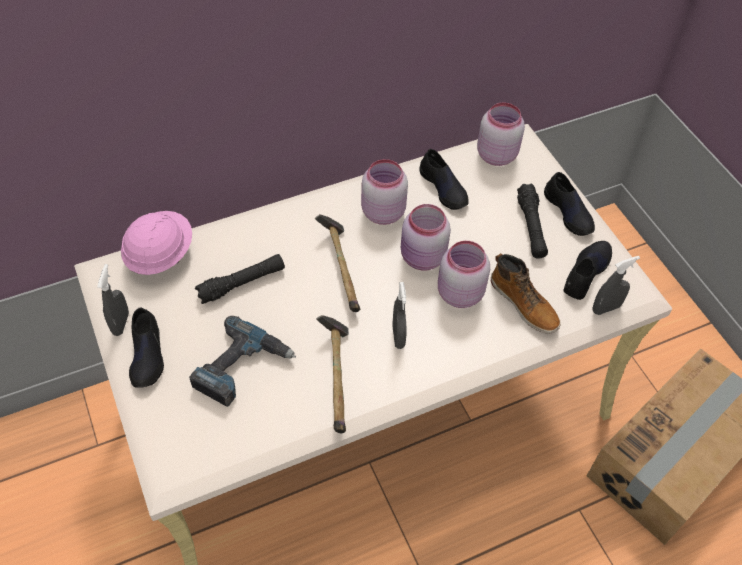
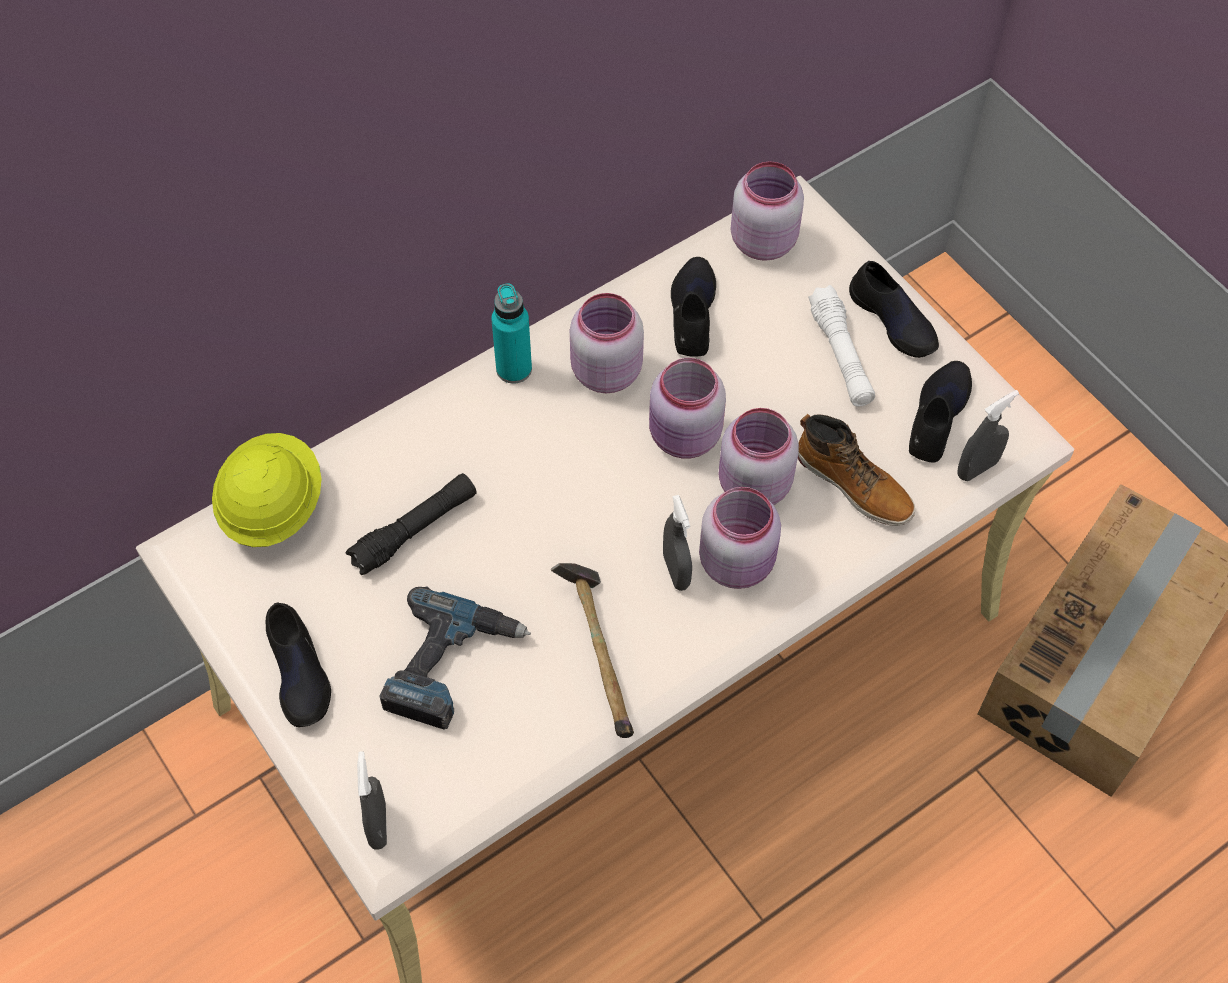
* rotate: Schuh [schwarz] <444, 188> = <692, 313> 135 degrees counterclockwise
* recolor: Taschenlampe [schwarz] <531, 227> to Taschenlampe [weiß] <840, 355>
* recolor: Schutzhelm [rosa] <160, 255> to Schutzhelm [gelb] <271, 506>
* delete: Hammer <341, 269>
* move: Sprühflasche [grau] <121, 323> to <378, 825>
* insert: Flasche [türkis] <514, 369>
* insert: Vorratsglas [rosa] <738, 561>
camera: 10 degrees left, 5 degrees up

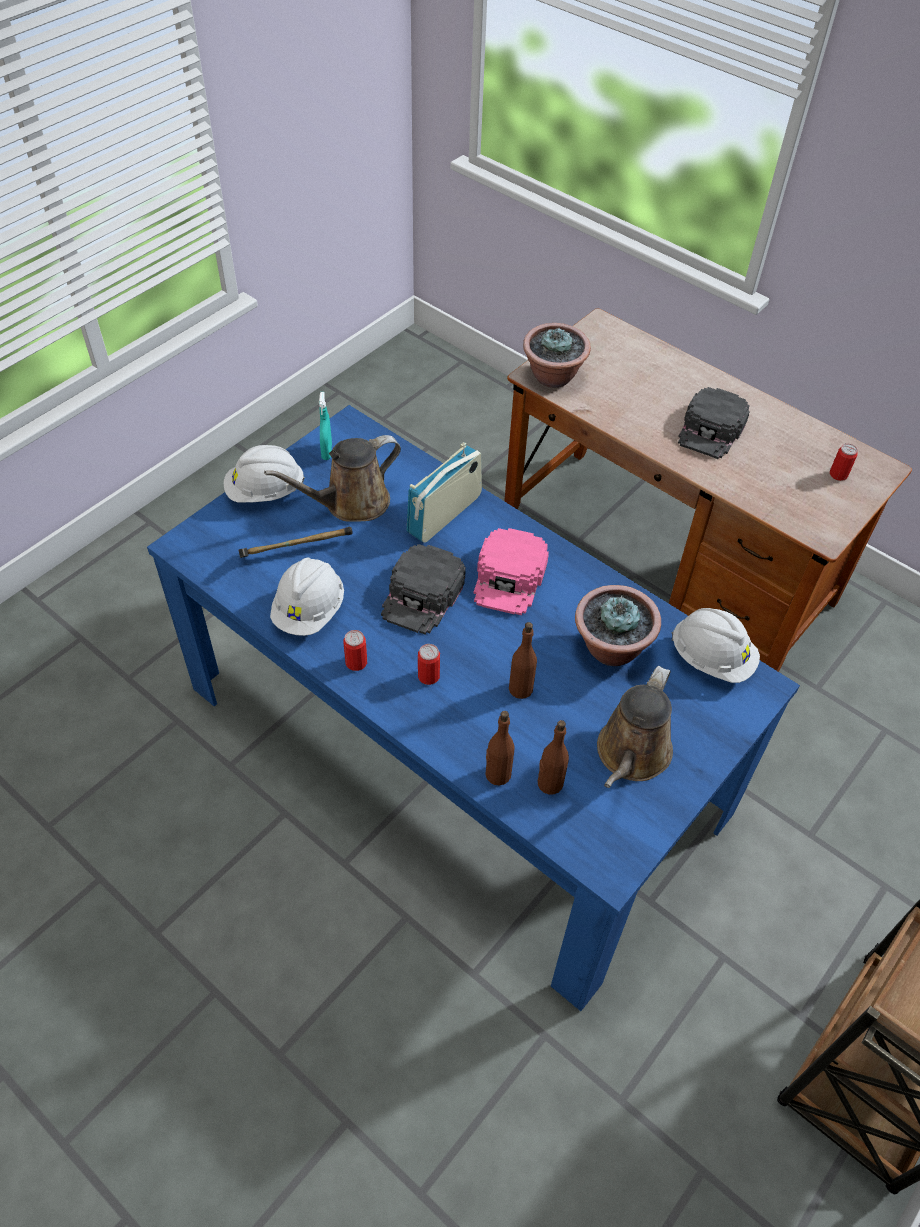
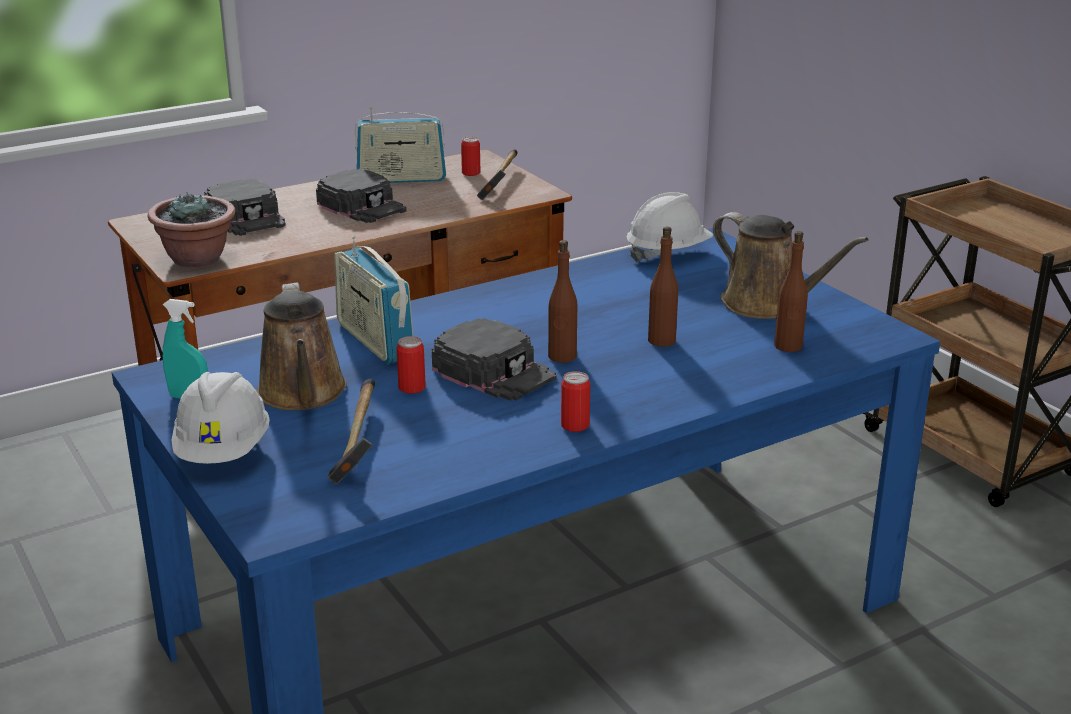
* delete: Kappe [rosa] <510, 577>
* delete: Schutzhelm [weiß] <309, 611>
* delete: Topfpflanze <610, 649>
* move: Dose <428, 676> to <412, 388>
* move: Flasche [braun] <497, 774> to <562, 357>
* insert: Radio <401, 179>
* insert: Hammer <500, 184>
* insert: Kappe [schwarz] <247, 217>
camera: 70 degrees left, 25 degrees down

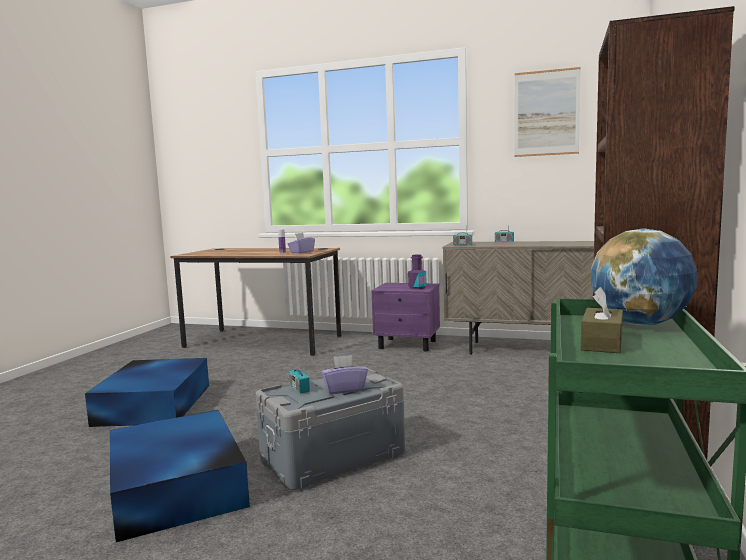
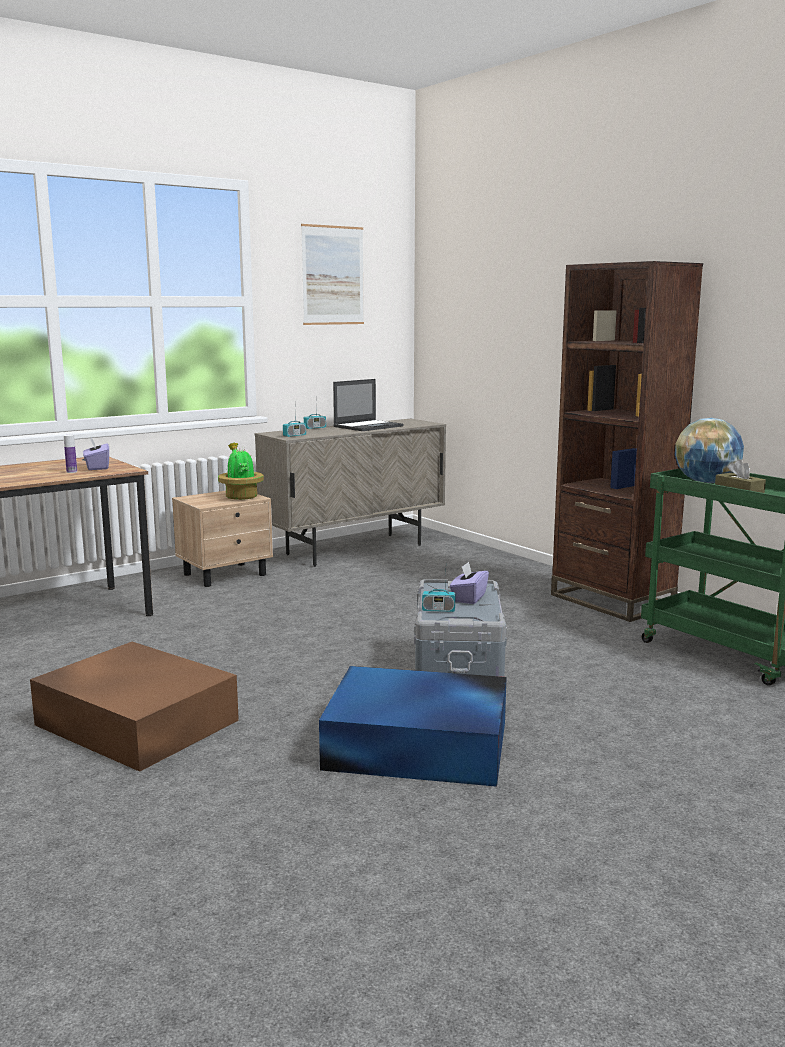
* replace: Flasche [lila] <417, 287> to Topfpflanze <241, 497>
* recolor: Nachttisch [lila] <408, 345> to Nachttisch [beige] <226, 574>
* recolor: Aufbewahrungsbox [blau] <155, 403> to Aufbewahrungsbox [braun] <136, 721>
* insert: Laptop <368, 426>
camera: 55 degrees left, 5 degrees up

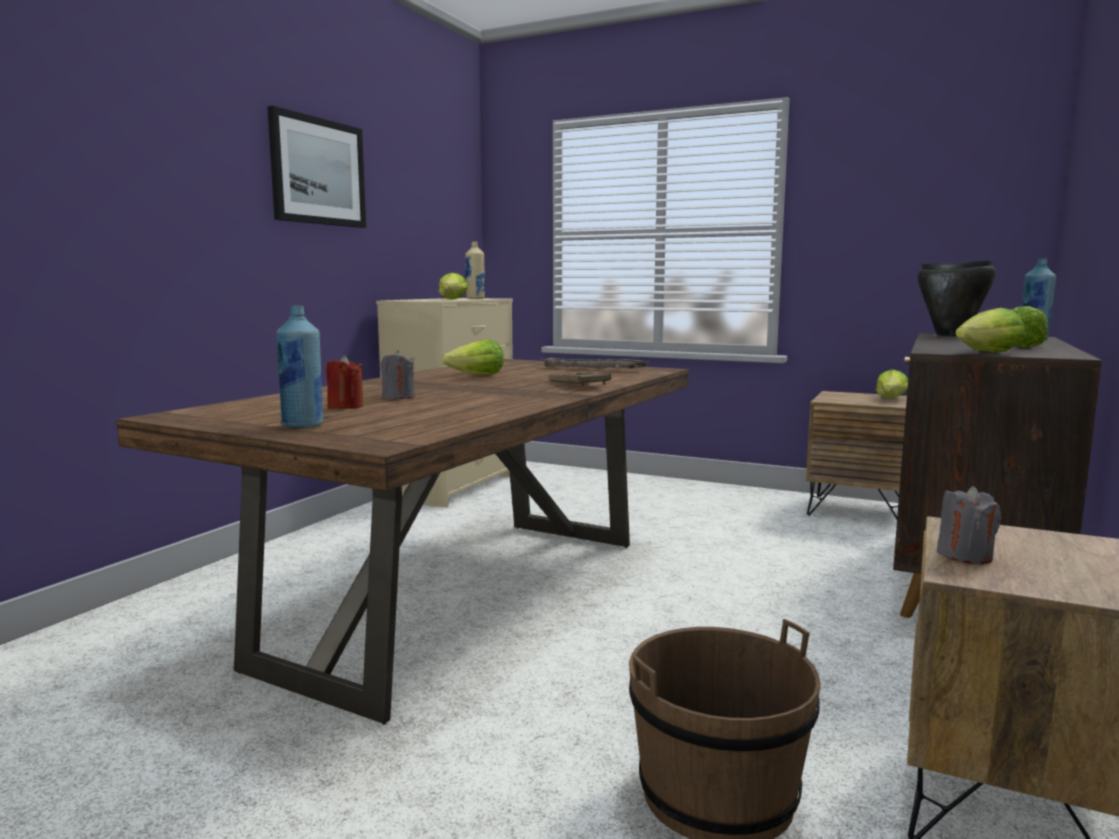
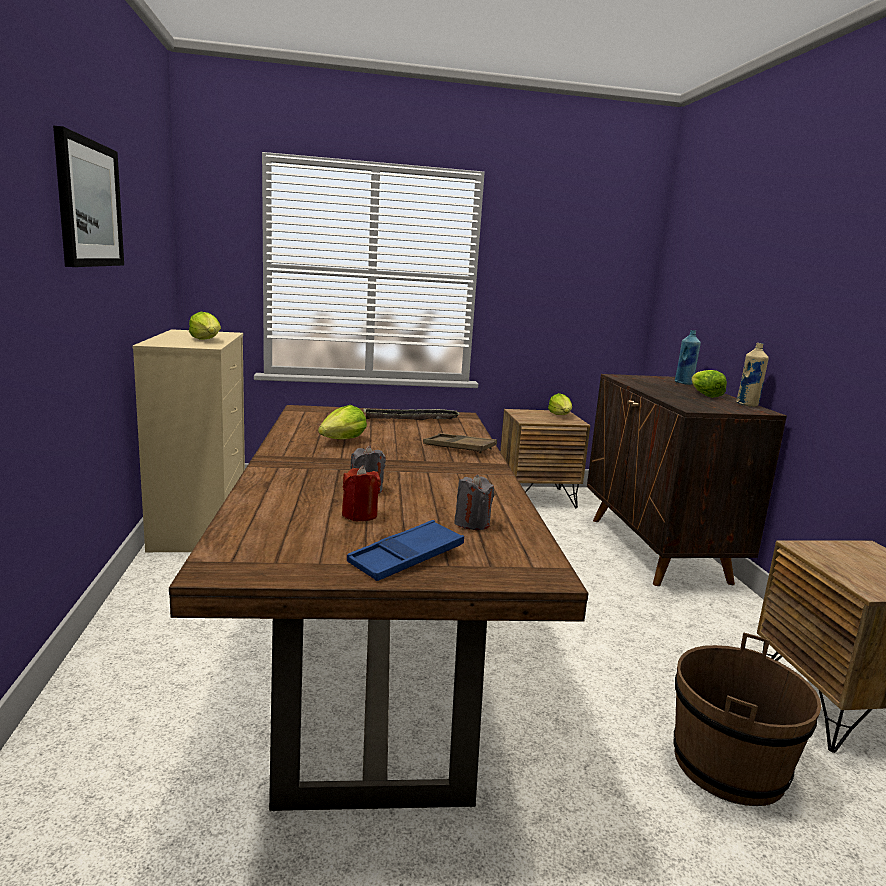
* move: Flasche [beige] <475, 298> to <747, 405>
* delete: Kochtopf [schwarz] <951, 335>
* replace: Flasche [blau] <303, 425> to Tablett [blau] <406, 558>
* delete: Salatkopf <988, 353>
* move: Kerze [grau] <965, 555> to <472, 523>
camera: 35 degrees left, 5 degrees up

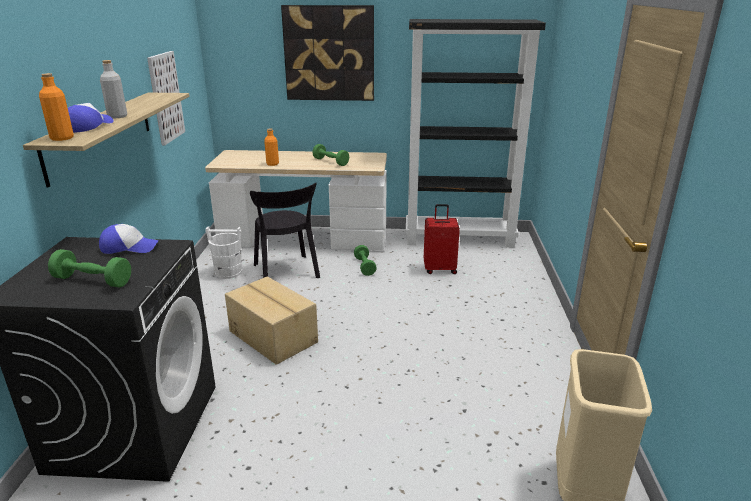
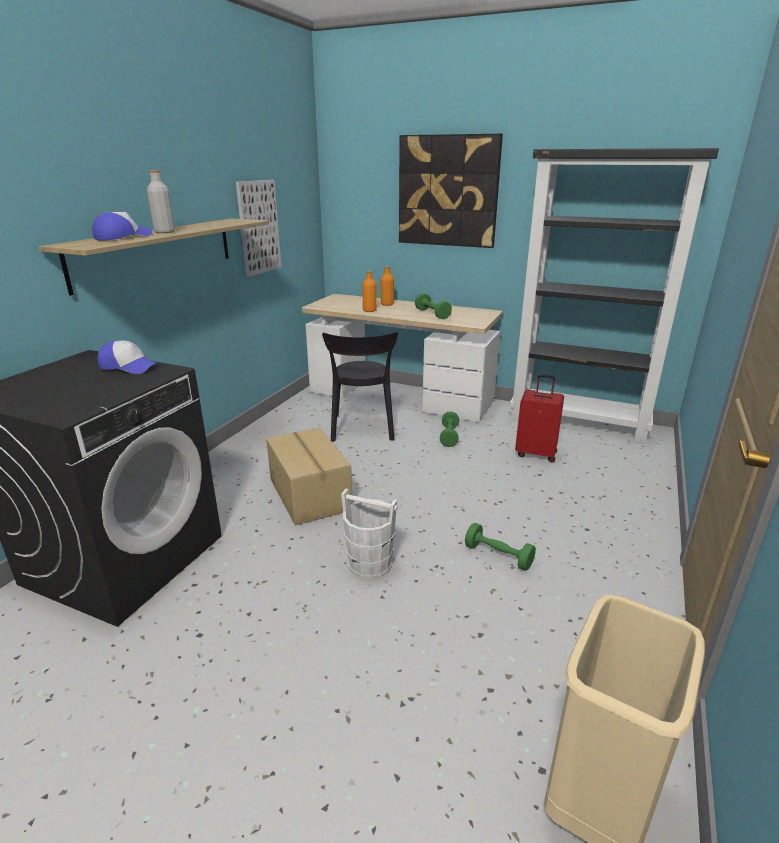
* move: Flasche [orange] <62, 138> to <387, 304>
* move: Eimer [weiß] <228, 272> to <369, 564>
* move: Hantel [grün] <93, 281> to <498, 556>
camera: 20 degrees right, 0 degrees up

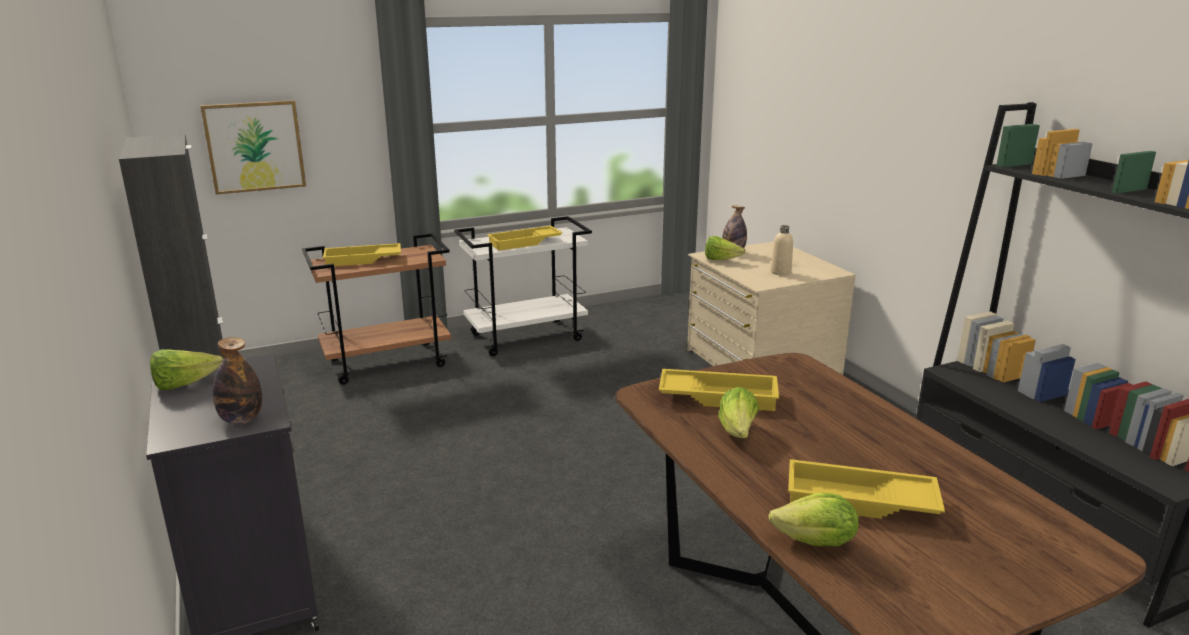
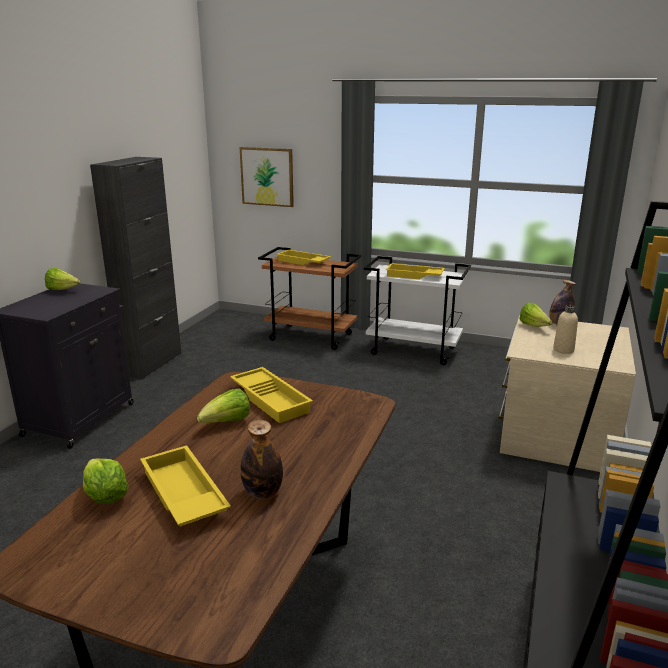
* move: Flasche <241, 419> to <263, 492>
camera: 45 degrees right, 0 degrees up

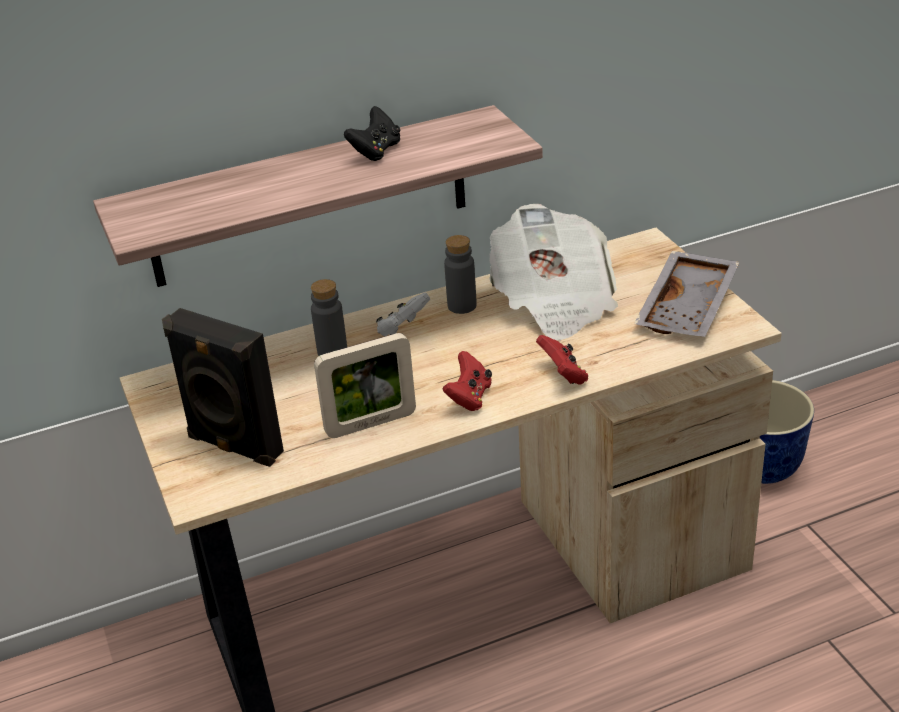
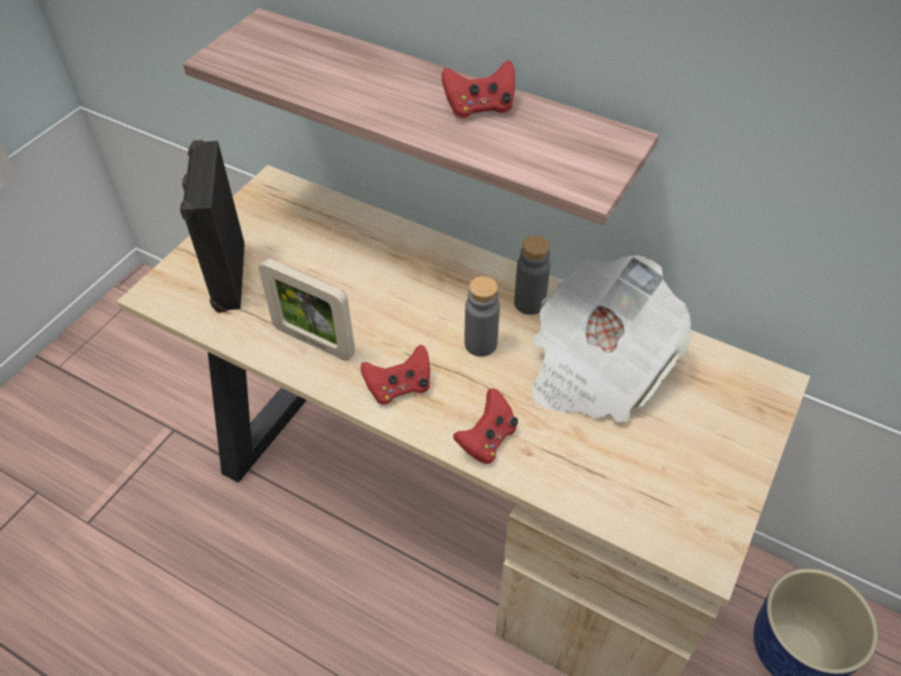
* recolor: Gamepad [schwarz] <376, 151> to Gamepad [rot] <479, 108>
* delete: Tablett [grau] <689, 308>
* move: Flasche [grau] <332, 352> to <480, 344>
* delete: Gamepad [weiß] <403, 329>
camera: 50 degrees right, 15 degrees up

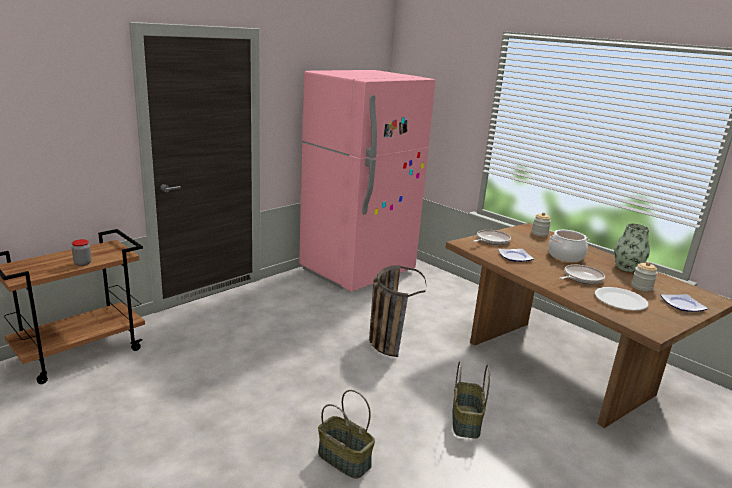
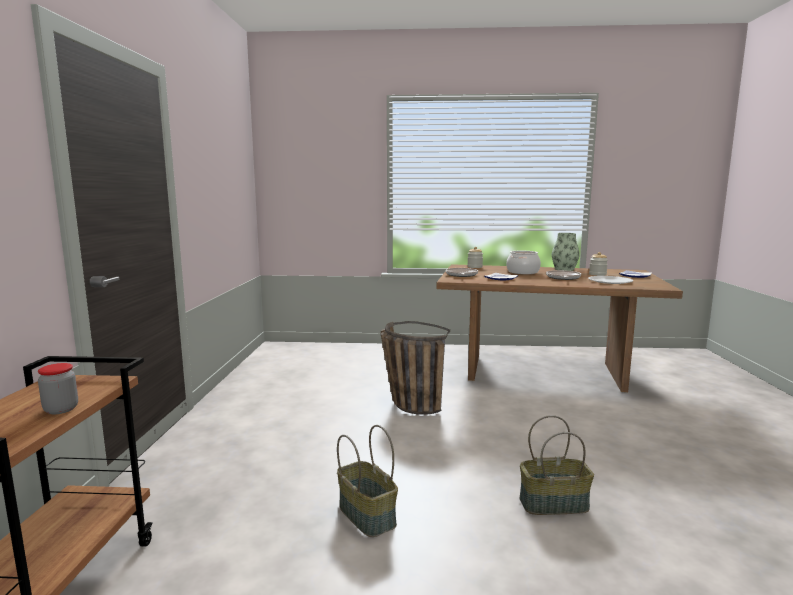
* delete: Kühlschrank [rosa] <358, 270>
* move: Korb <466, 422> to <368, 515>
camera: 40 degrees left, 10 degrees down

